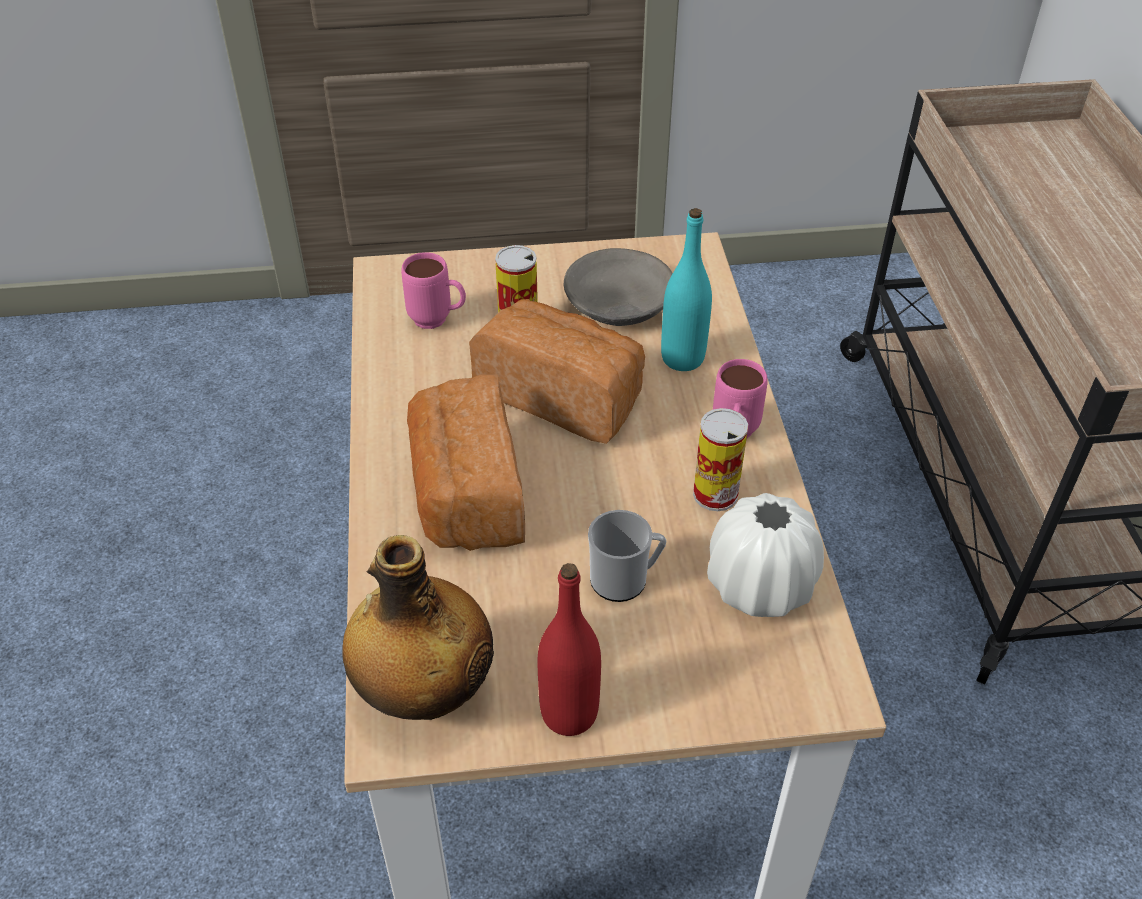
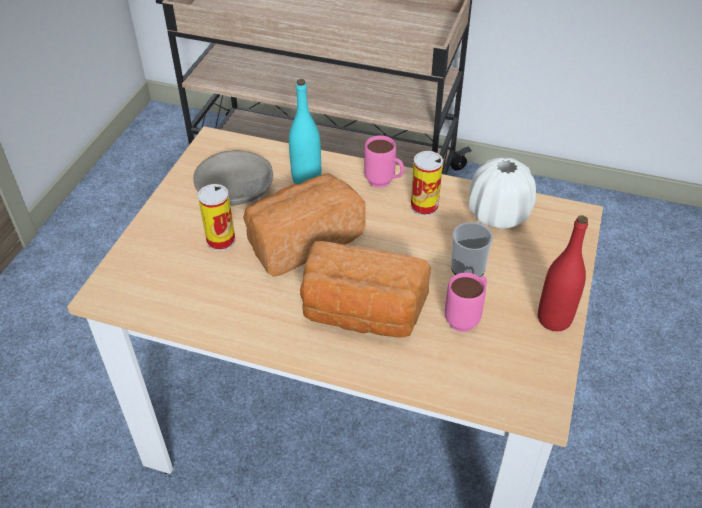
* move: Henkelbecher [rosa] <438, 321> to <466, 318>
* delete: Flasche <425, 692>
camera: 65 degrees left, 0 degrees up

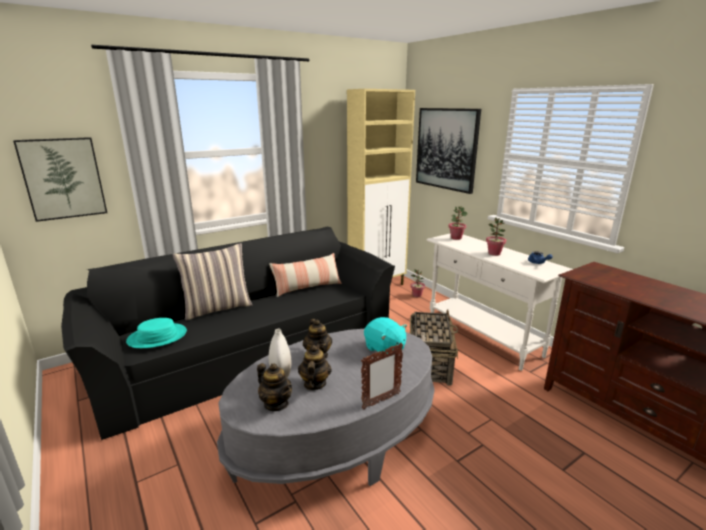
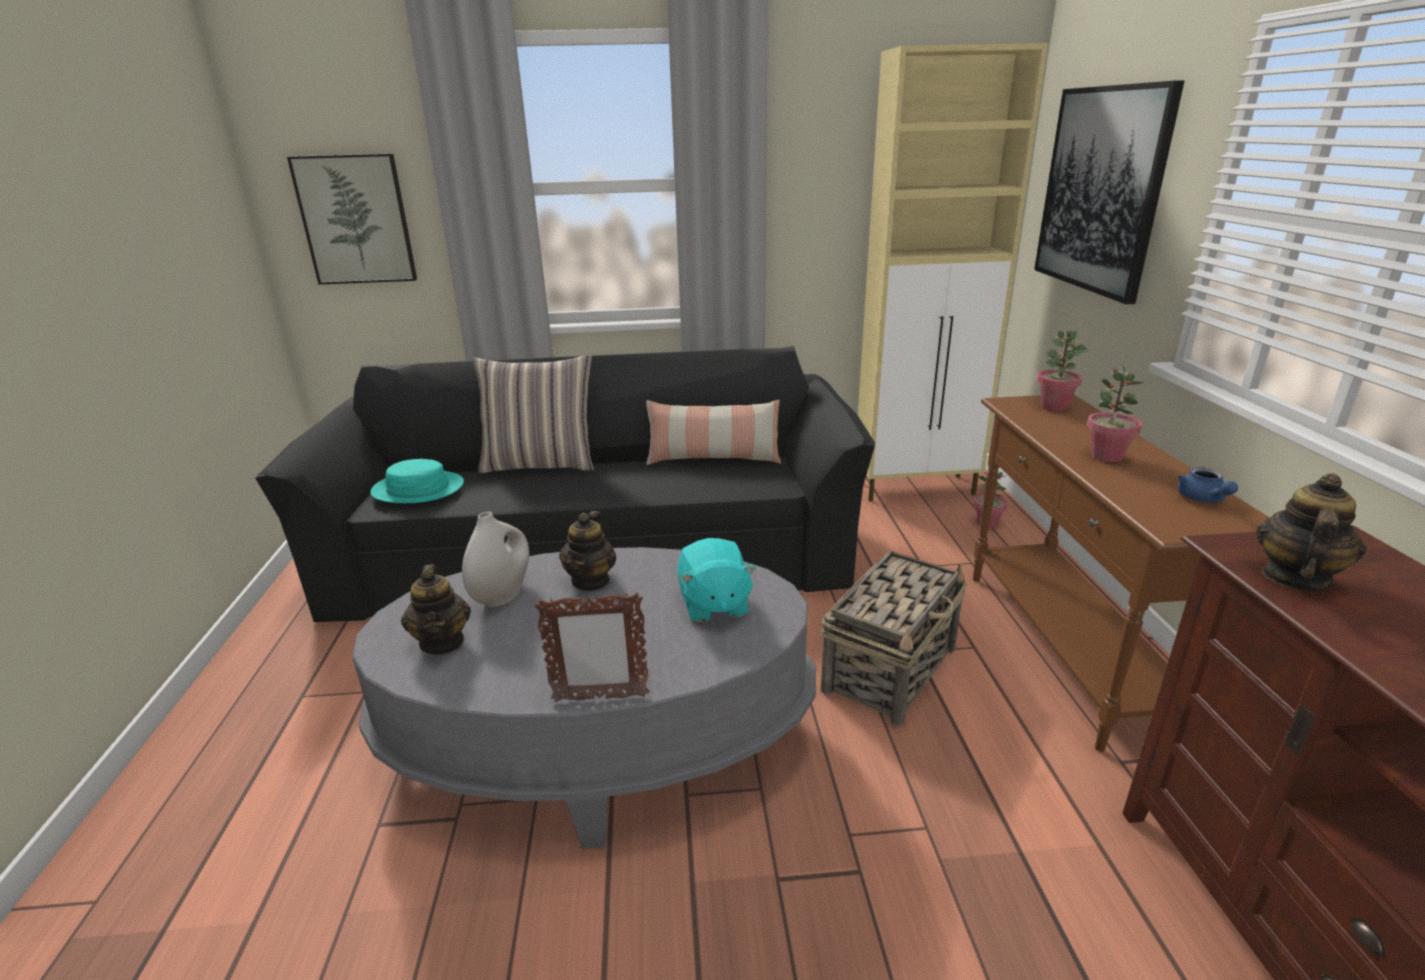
* recolor: Konsolentisch [weiß] <483, 337> to Konsolentisch [braun] <1067, 649>
* move: Teekanne <314, 384> to <1294, 578>
camera: 30 degrees right, 5 degrees up

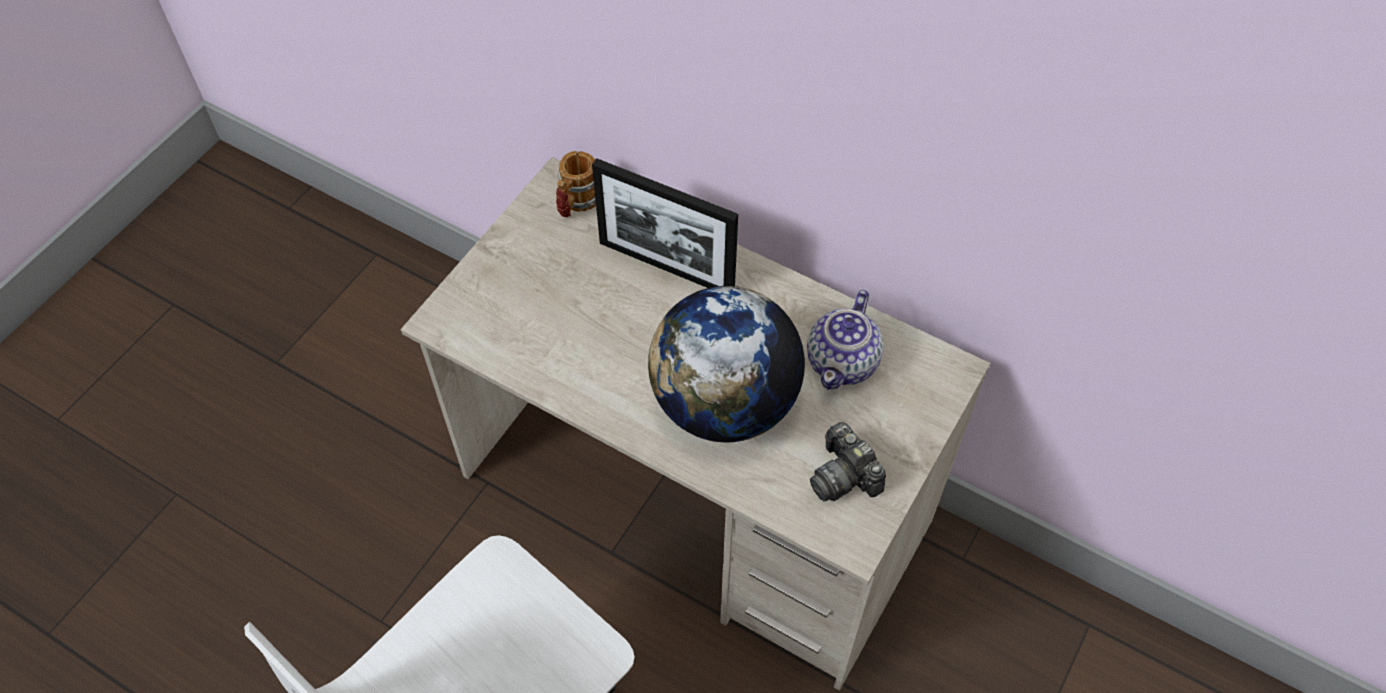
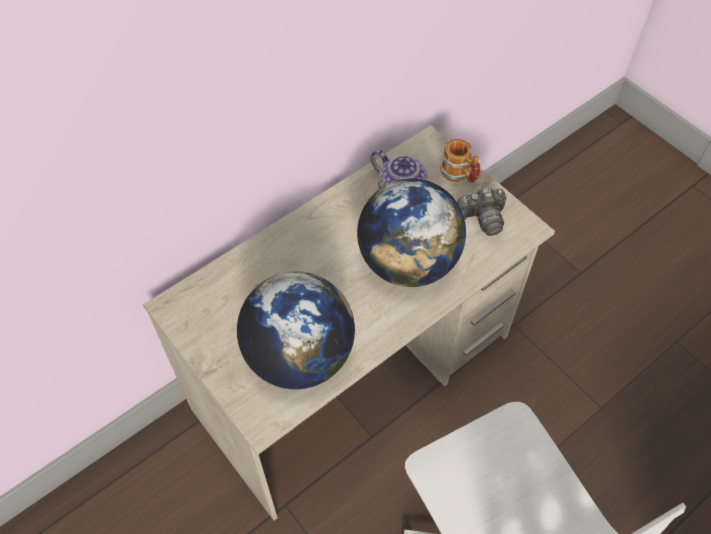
* move: Henkelbecher <576, 203> to <459, 175>
* delete: Bilderrahmen <666, 267>
* insert: Globus <299, 356>
camera: 70 degrees left, 0 degrees up

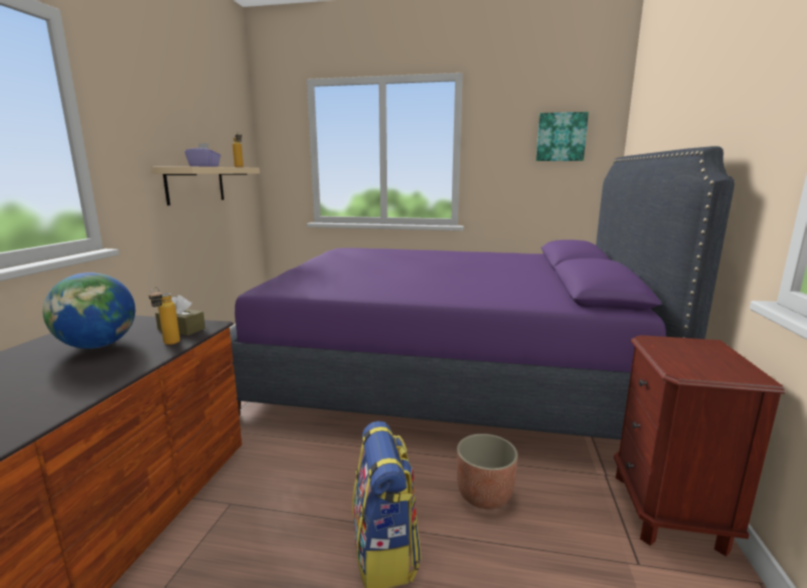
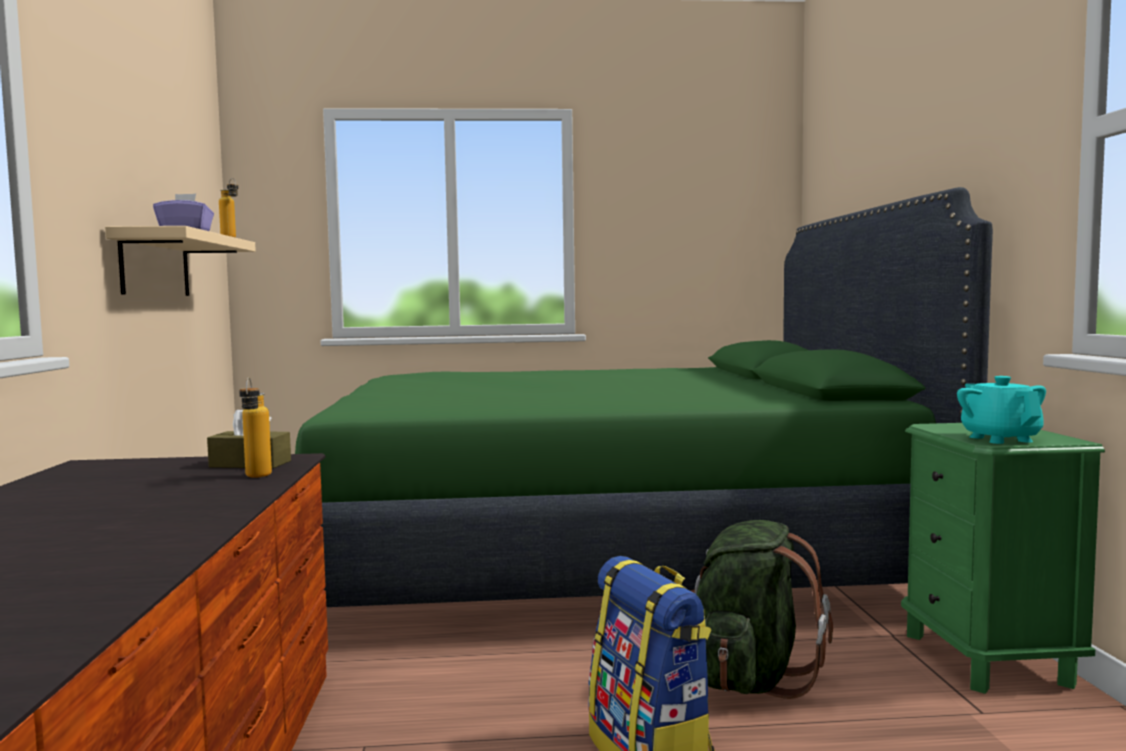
* delete: Bild <561, 137>
* recolor: Bett [lila] <446, 374> to Bett [grün] <603, 555>
* delete: Globus <98, 346>
* recolor: Nachttisch [braun] <667, 511> to Nachttisch [grün] <987, 659>
* replace: Pflanzkübel <484, 495> to Rucksack [grün] <749, 678>
* insert: Teekanne [türkis] <1000, 439>
camera: 15 degrees left, 10 degrees down

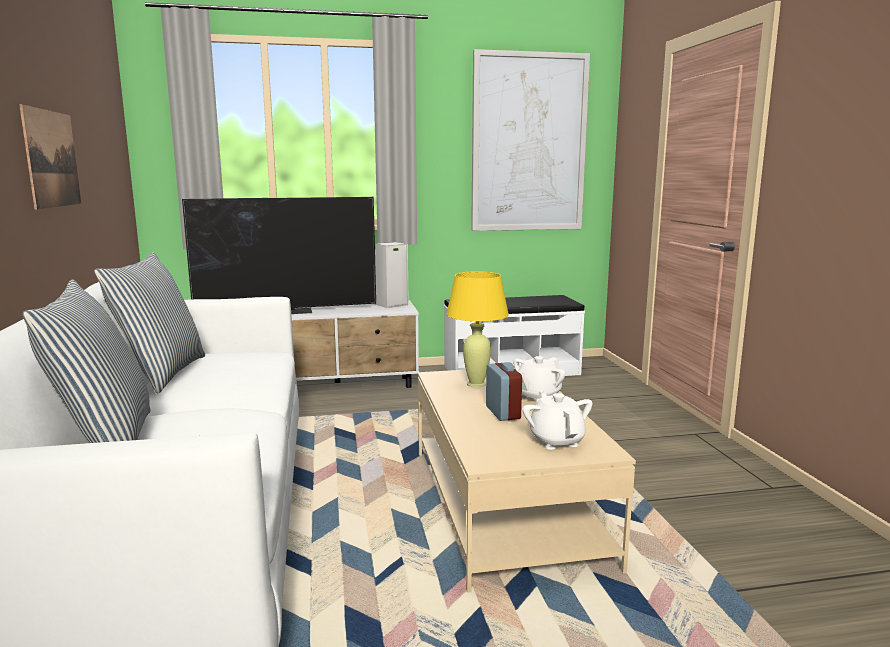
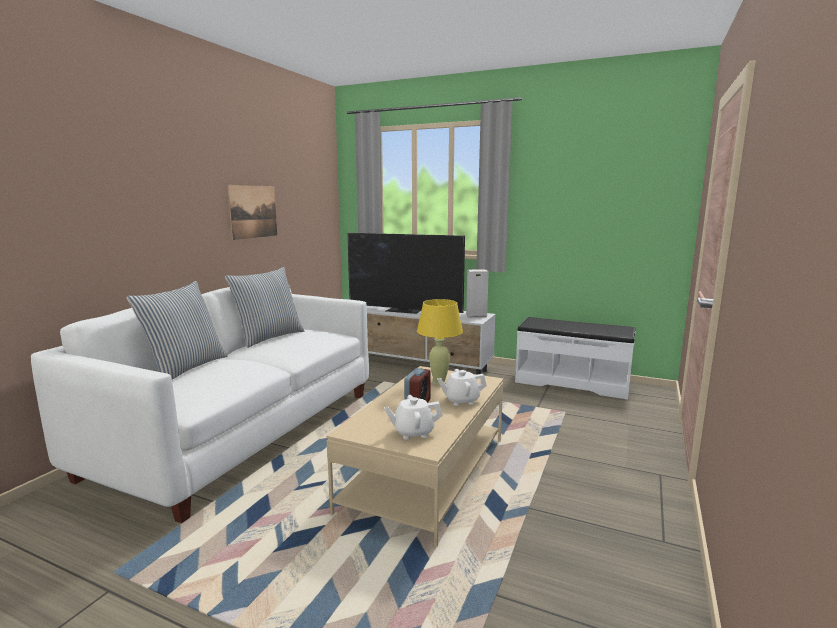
* delete: Bild <528, 143>
* rotate: Teekanne [weiß] <556, 441> = <413, 432> 120 degrees counterclockwise
camera: 35 degrees right, 0 degrees up

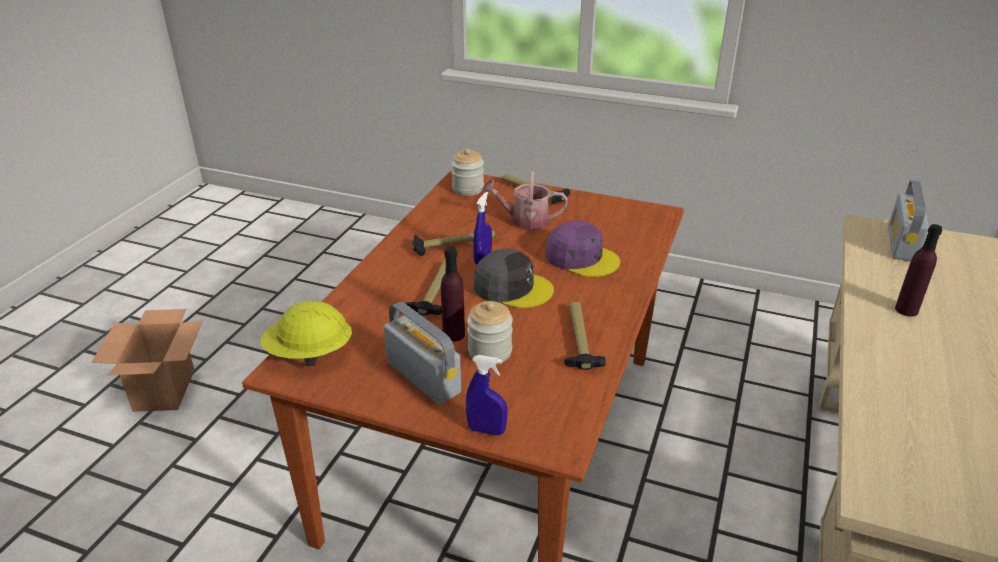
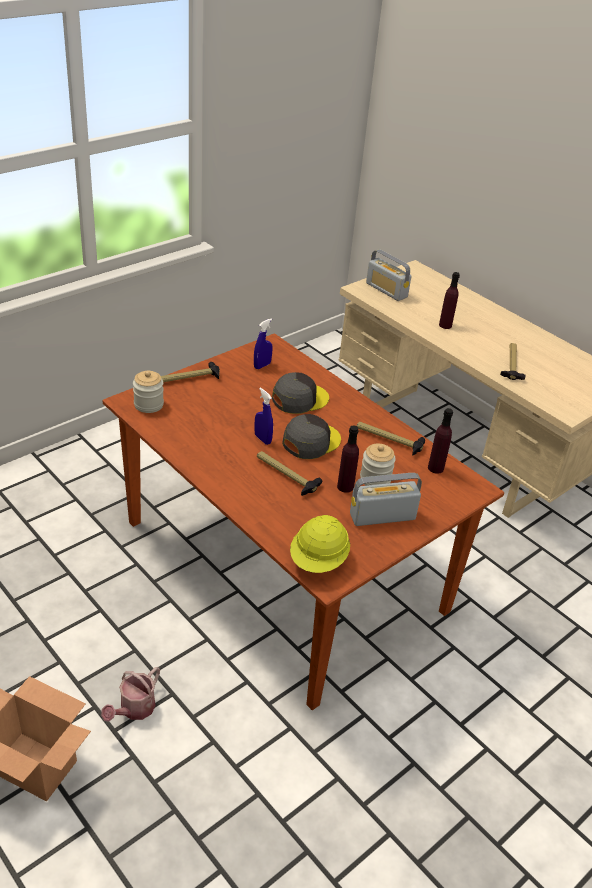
* move: Gießkanne <524, 221> to <134, 709>
* recolor: Kappe [lila] <581, 258> to Kappe [grau] <299, 399>
* move: Hammer <454, 244> to <511, 364>
* move: Sprühflasche [blau] <486, 430> to <262, 365>
* insert: Flasche [lila] <435, 468>
camera: 65 degrees left, 5 degrees up

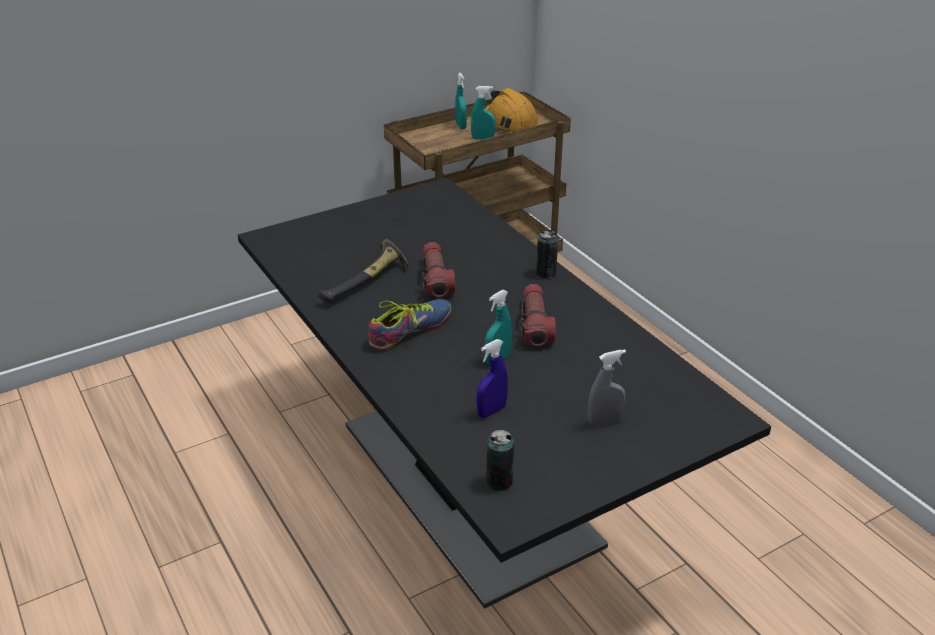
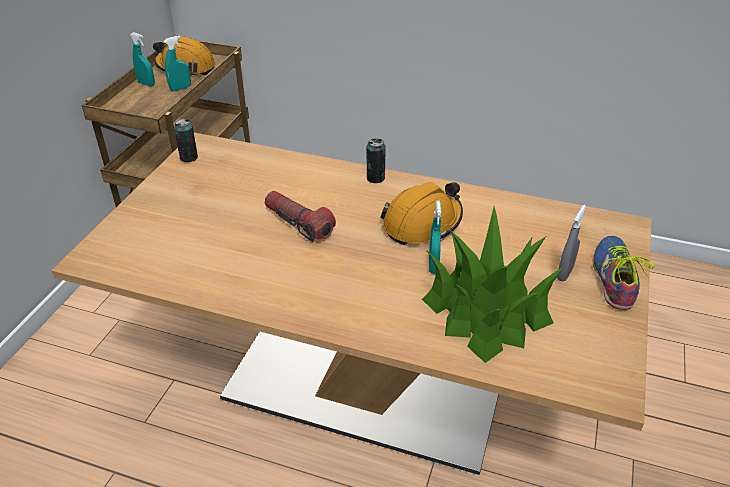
* recolor: Esstisch [schwarz] <467, 484> to Esstisch [beige] <364, 386>
* delete: Hammer <368, 282>
* replace: Taschenlampe <535, 325> to Schutzhelm [orange] <422, 223>
* move: Schuh <409, 330> to <613, 277>
* replace: Sprühflasche [blau] <491, 411> to Topfpflanze <485, 311>
* move: Dose <499, 482> to <189, 158>
camera: 40 degrees left, 5 degrees up

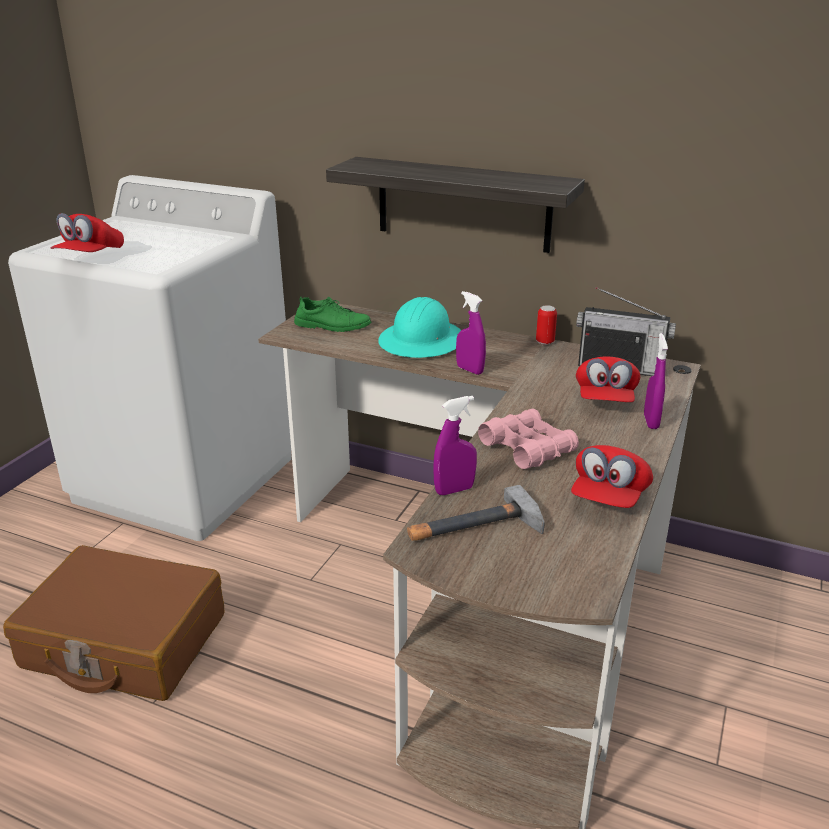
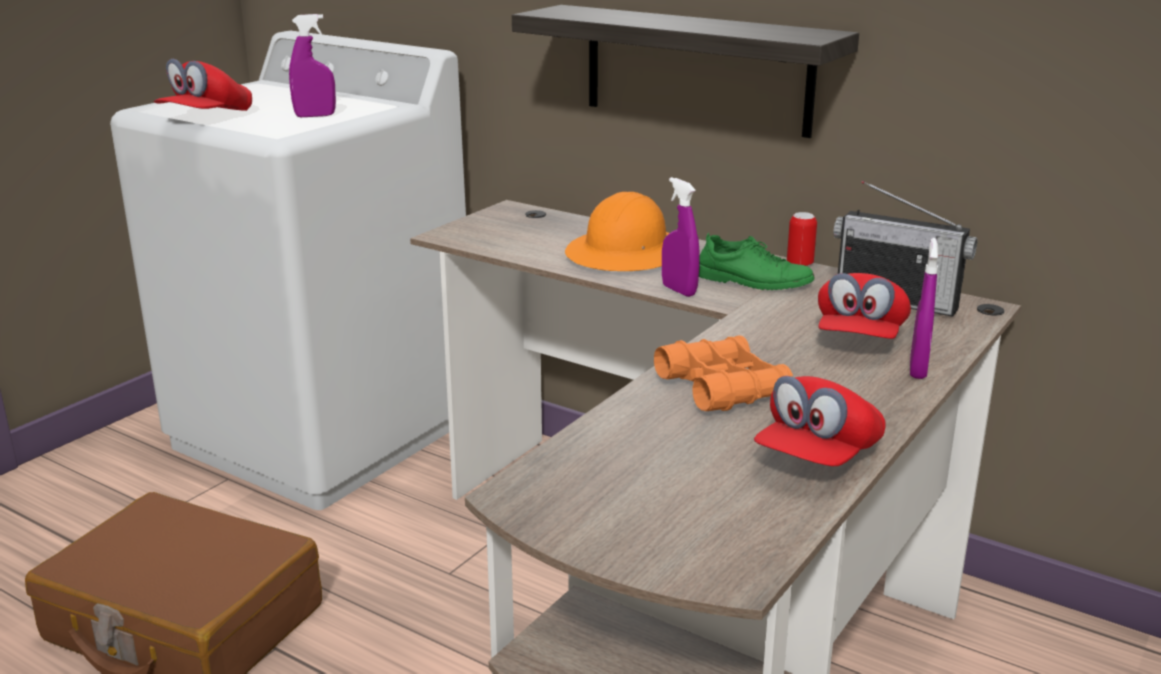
* move: Schuh [grün] <332, 326> to <752, 281>
* recolor: Schutzhelm [türkis] <422, 341> to Schutzhelm [orange] <627, 254>
* move: Sprühflasche [lila] <454, 490> to <315, 116>
* recolor: Fernglas [rosa] <527, 448> to Fernglas [orange] <722, 388>
* delete: Hammer <474, 527>
camera: 10 degrees right, 5 degrees down

